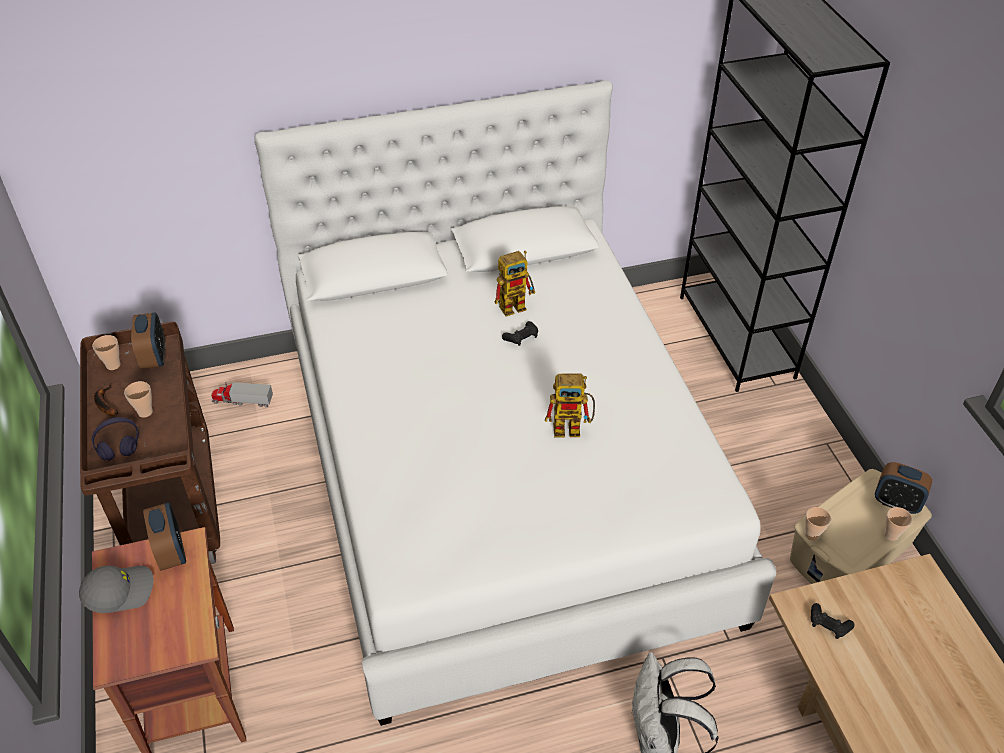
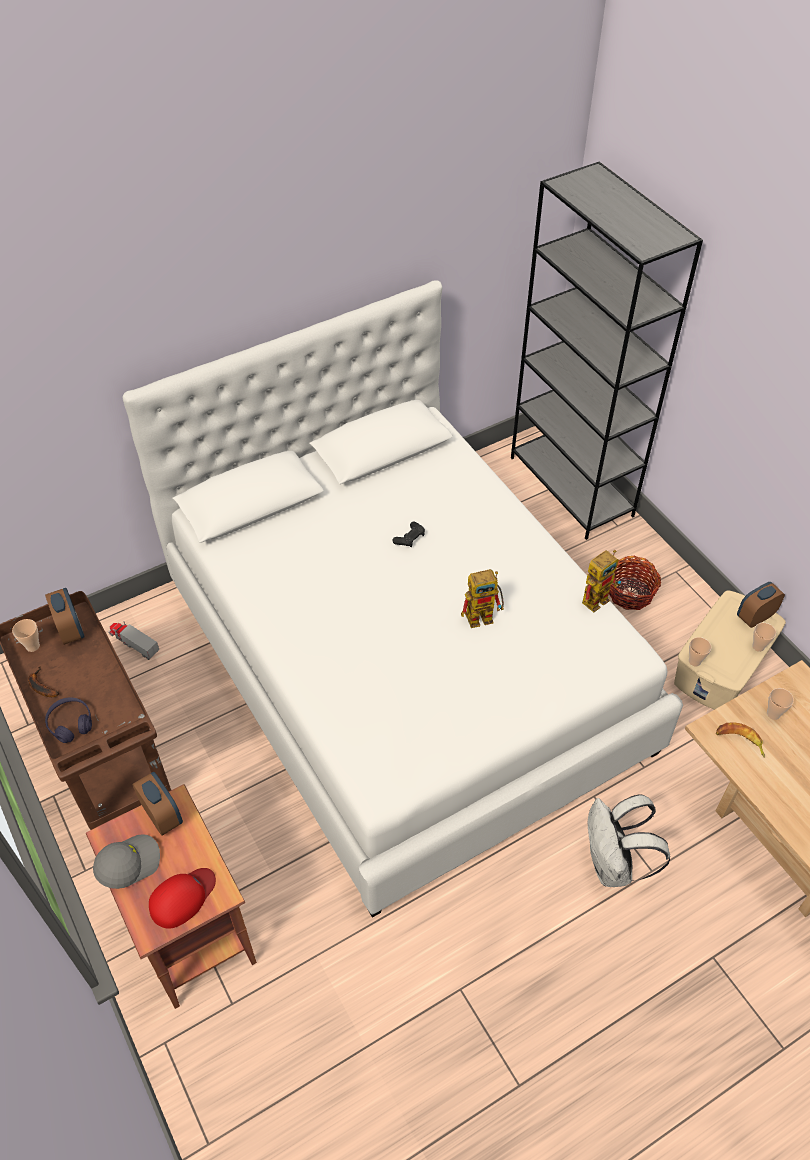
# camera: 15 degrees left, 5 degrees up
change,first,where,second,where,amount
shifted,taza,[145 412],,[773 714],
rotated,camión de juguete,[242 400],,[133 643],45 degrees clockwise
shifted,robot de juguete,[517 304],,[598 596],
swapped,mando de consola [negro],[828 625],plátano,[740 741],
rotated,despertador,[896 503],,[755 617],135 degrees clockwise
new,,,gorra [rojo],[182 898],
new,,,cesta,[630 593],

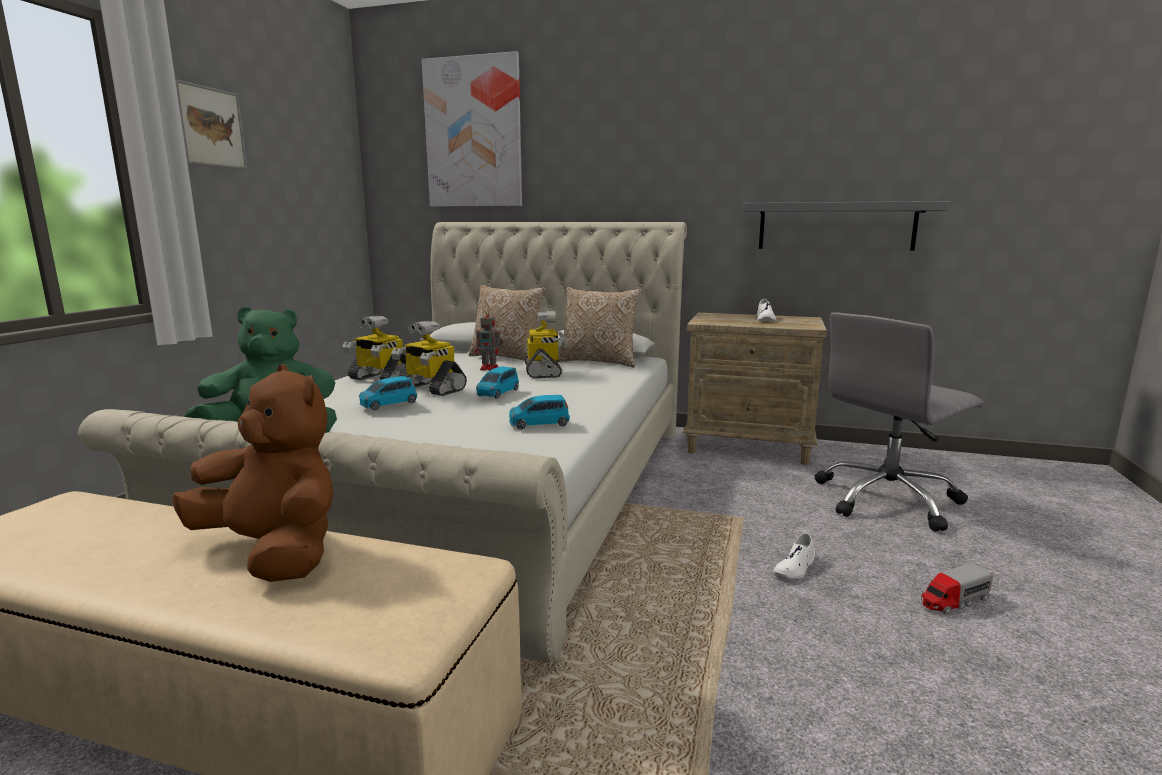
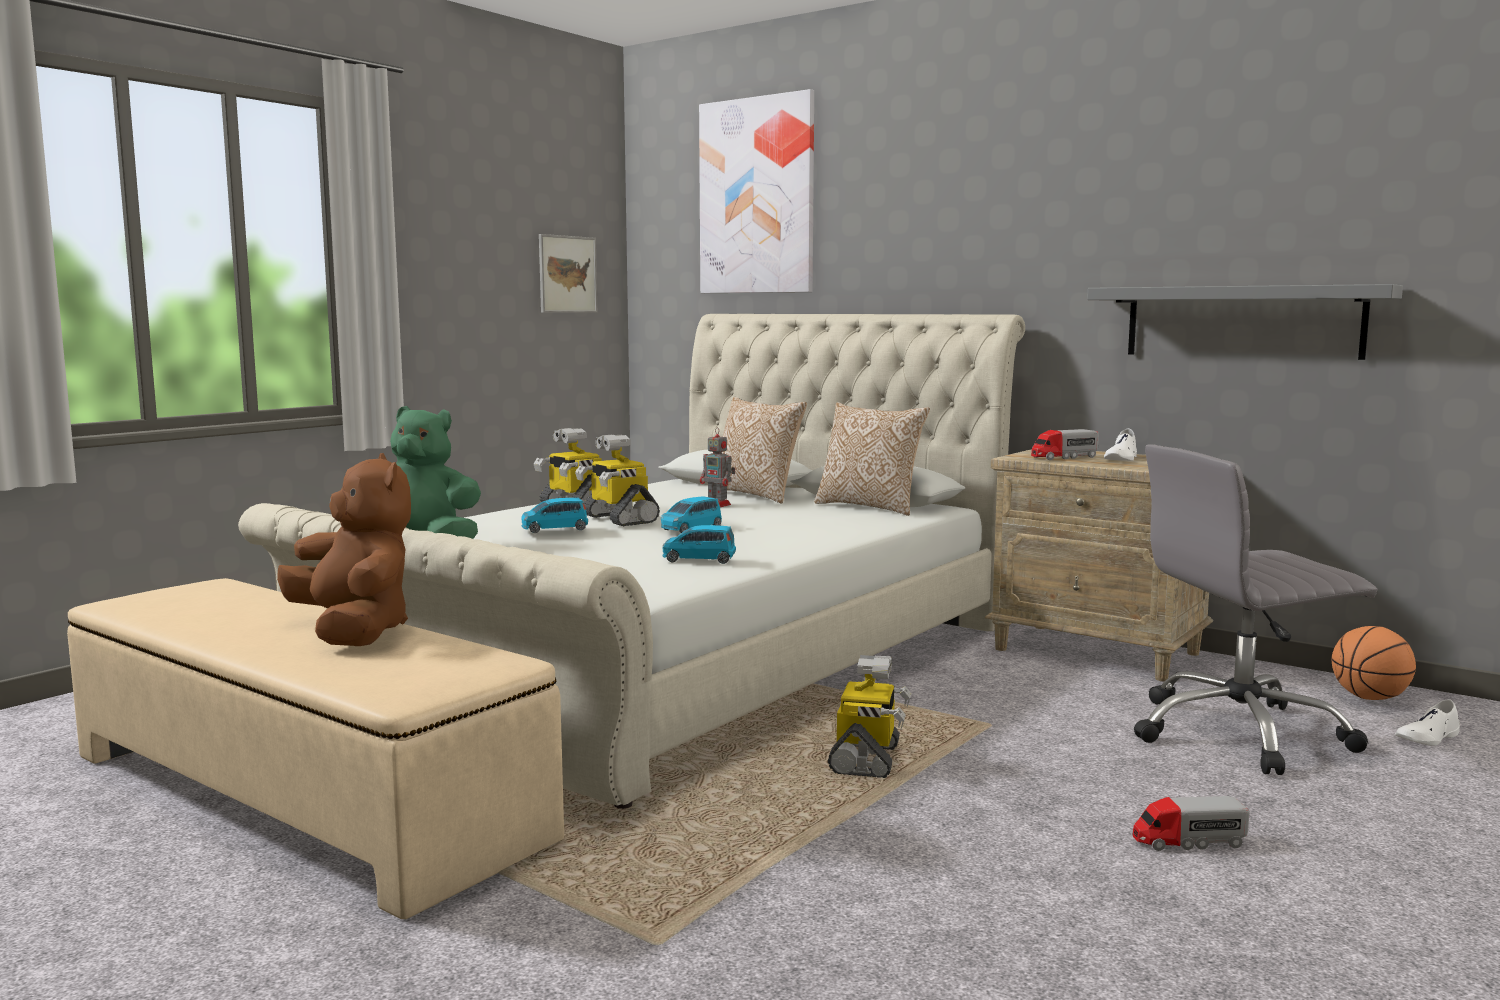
# camera: 20 degrees right, 5 degrees down
change,first,where,second,where,amount
shifted,cuadro,[211 127],,[567 274],
shifted,robot de juguete,[544 372],,[867 760],
shifted,zapato [blanco],[795 568],,[1428 737],
new,,,camión de juguete,[1063 457],
new,,,balón de baloncesto,[1369 698],

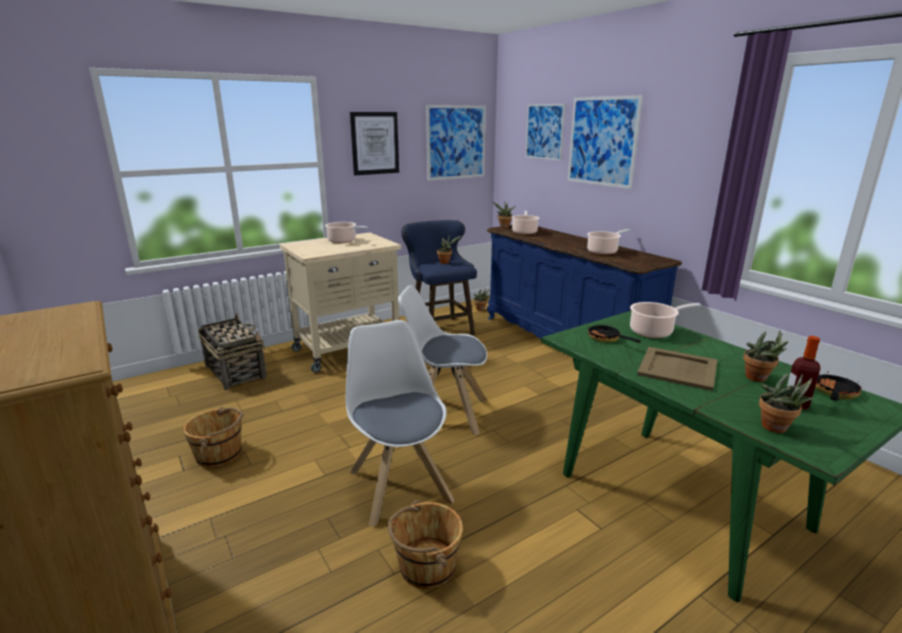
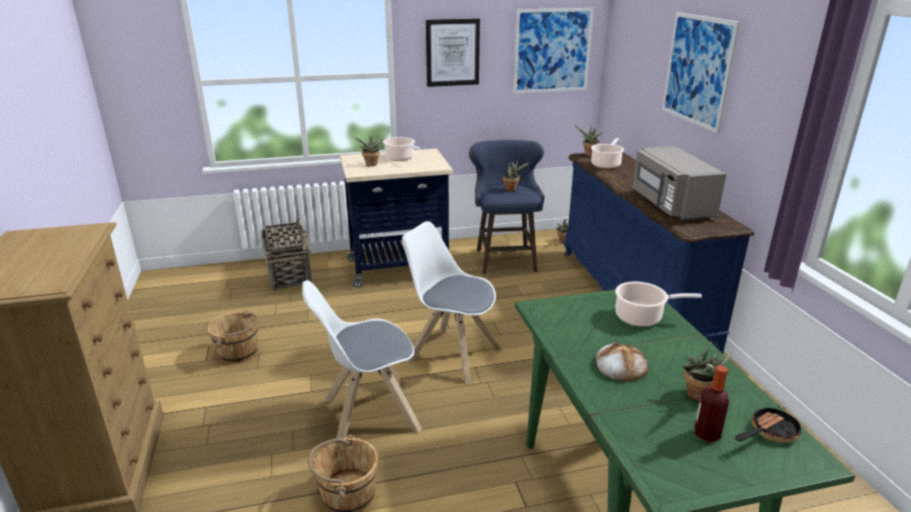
# camera: 20 degrees right, 5 degrees up
change,first,where,second,where,amount
repainted,carrito [beis],[347 350],carrito [azul],[398 268],
rotated,silla,[399 484],,[367 415],105 degrees counterclockwise
gone,cuadro,[544 132],,,
swapped,olla,[603 251],microondas [gris],[670 204],
gone,sartén,[607 339],,,
swapped,bandeja [beis],[677 368],pan,[620 365],
shifted,planta en maceta,[776 429],,[371 165],

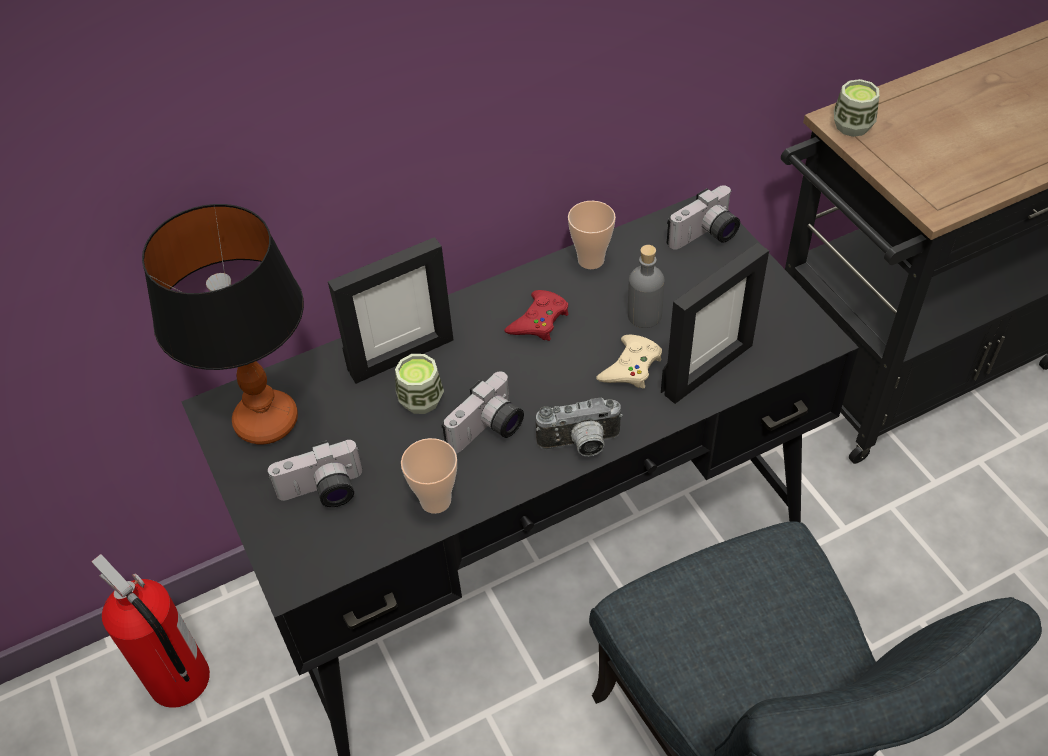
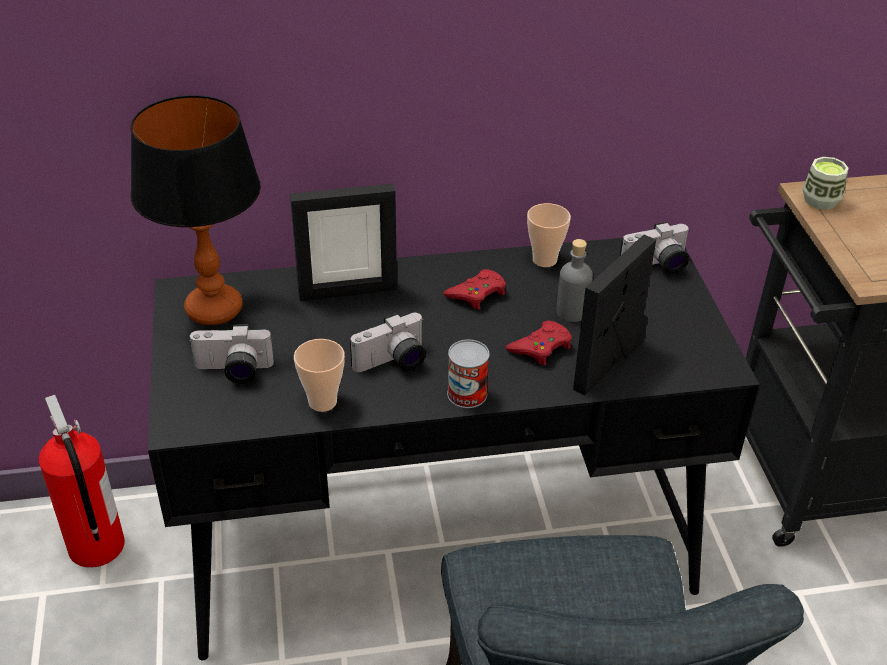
# camera: 15 degrees right, 10 degrees down
change,first,where,second,where,amount
gone,taza,[421 400],,,
swapped,cámara,[580 445],lata,[467 394],
repainted,mando de consola [beis],[631 367],mando de consola [rojo],[541 347],
rotated,portarretratos,[707 368],,[609 365],150 degrees clockwise

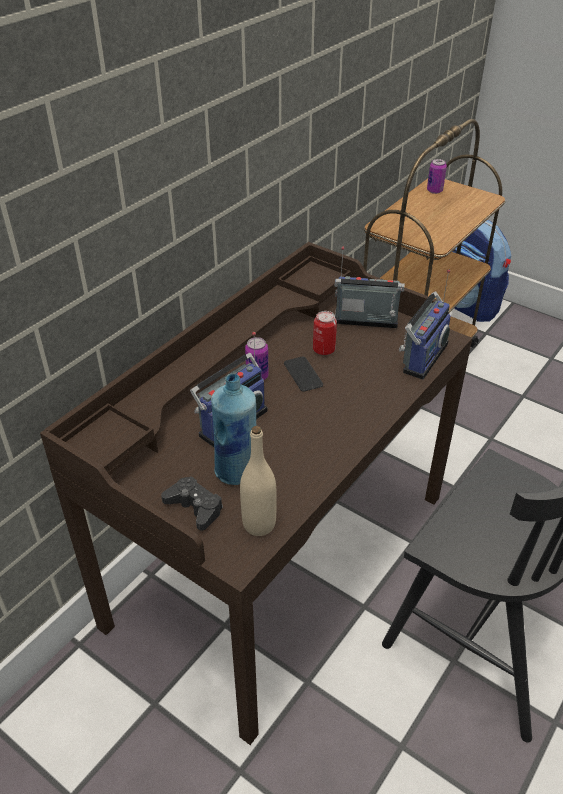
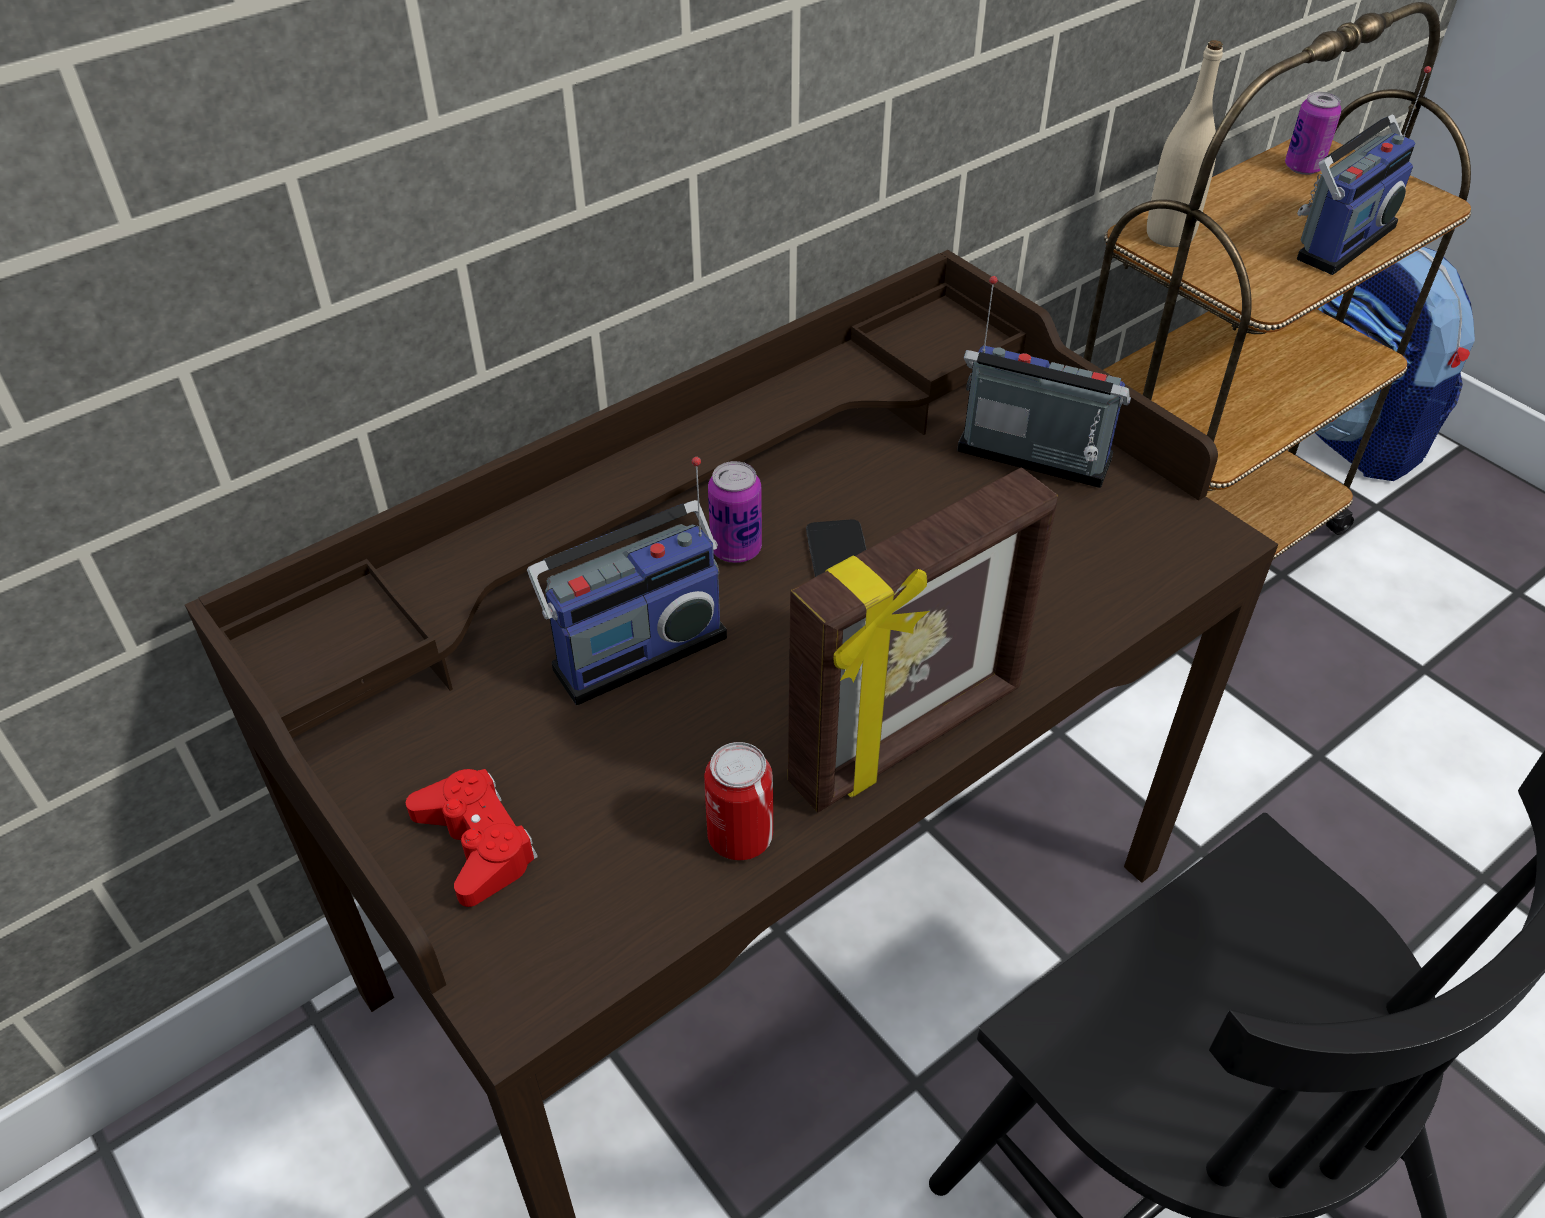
# camera: 15 degrees right, 5 degrees up
change,first,where,second,where,amount
repainted,mando de consola [negro],[194 507],mando de consola [rojo],[476 843],
gone,botella [azul],[236 472],,,
shifted,botella [beis],[259 524],,[1169 235],
shifted,lata,[324 350],,[740 836],
shifted,radio,[421 357],,[1339 240],
new,,,portarretratos,[910 738],

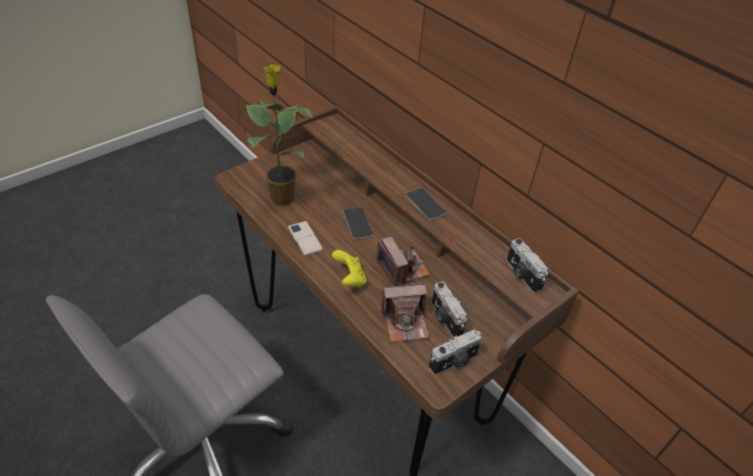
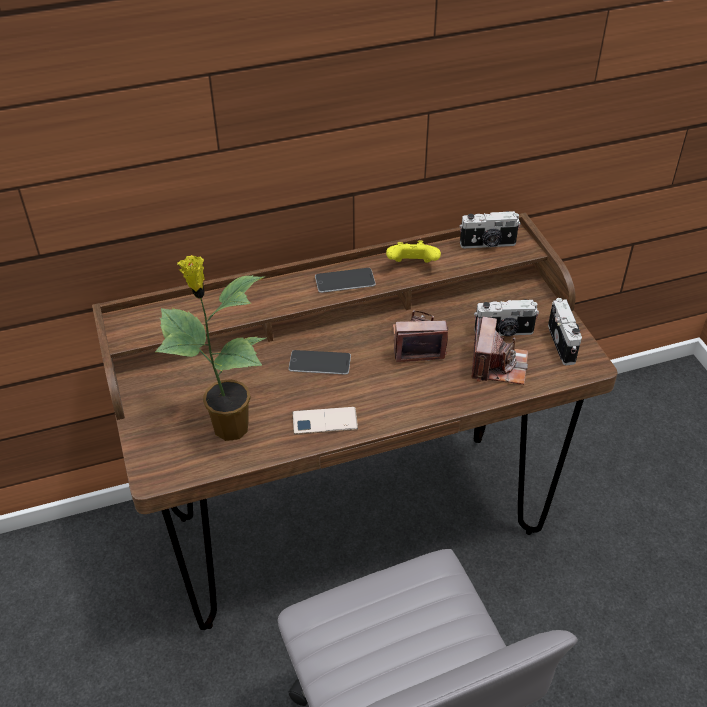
# camera: 65 degrees left, 0 degrees up
change,first,where,second,where,amount
shifted,mando de consola [amarillo],[349 279],,[412 266],

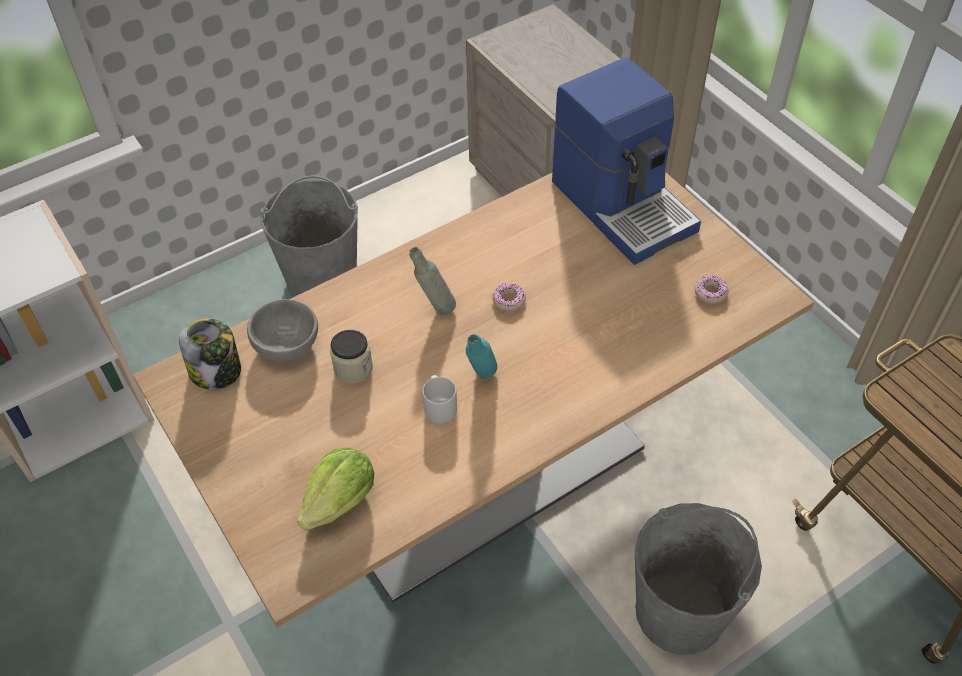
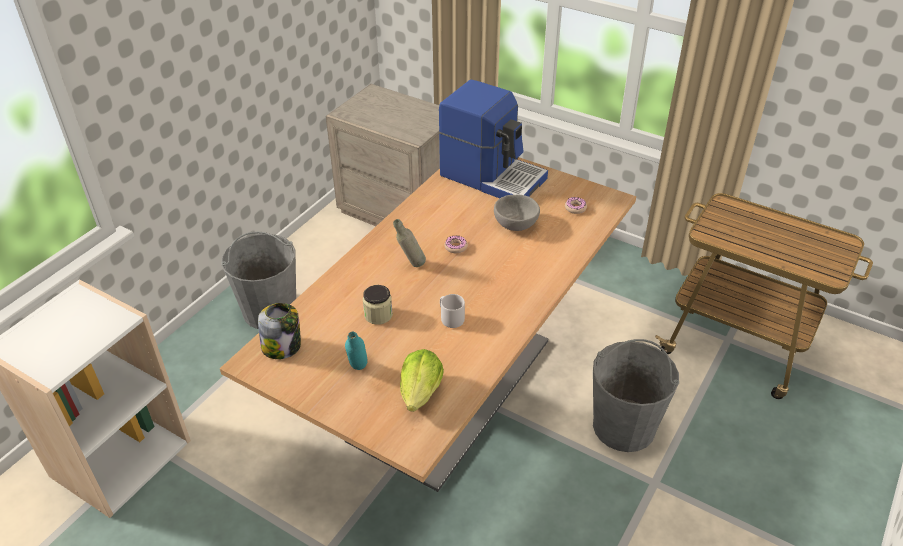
# camera: 25 degrees left, 10 degrees down
change,first,where,second,where,amount
shifted,cuenco [gris],[285 345],,[514 224],
shifted,botella [turquesa],[481 379],,[358 371],

